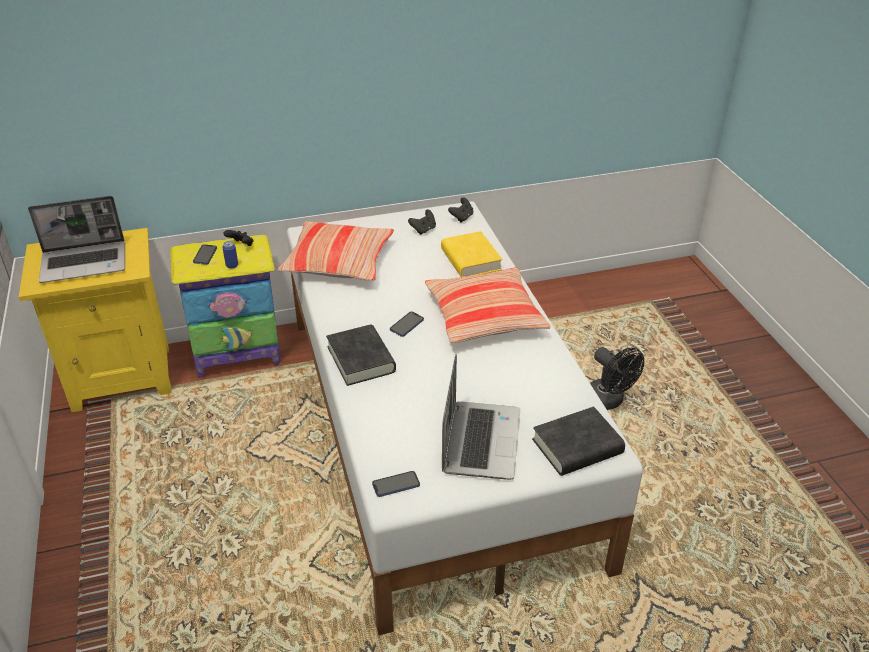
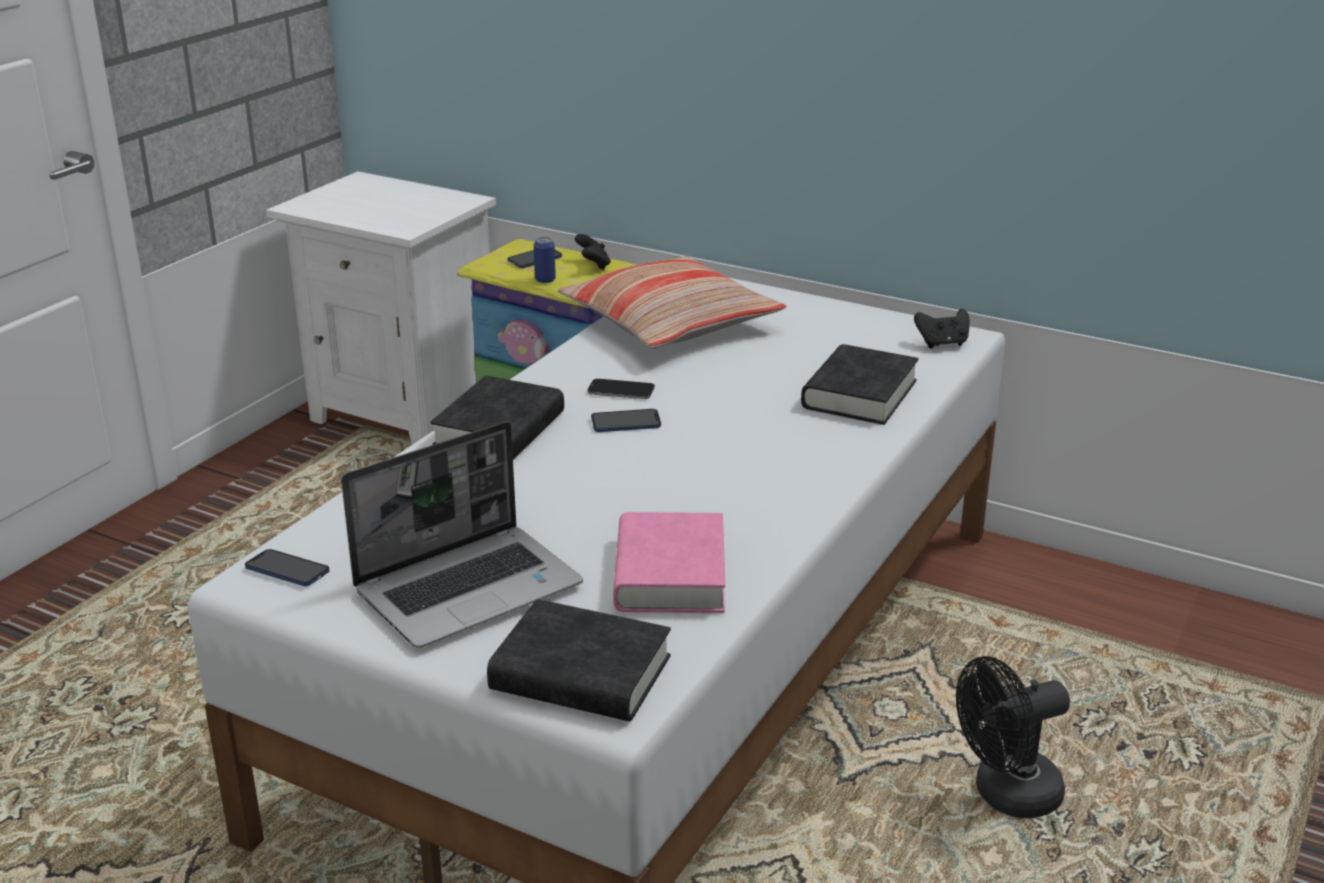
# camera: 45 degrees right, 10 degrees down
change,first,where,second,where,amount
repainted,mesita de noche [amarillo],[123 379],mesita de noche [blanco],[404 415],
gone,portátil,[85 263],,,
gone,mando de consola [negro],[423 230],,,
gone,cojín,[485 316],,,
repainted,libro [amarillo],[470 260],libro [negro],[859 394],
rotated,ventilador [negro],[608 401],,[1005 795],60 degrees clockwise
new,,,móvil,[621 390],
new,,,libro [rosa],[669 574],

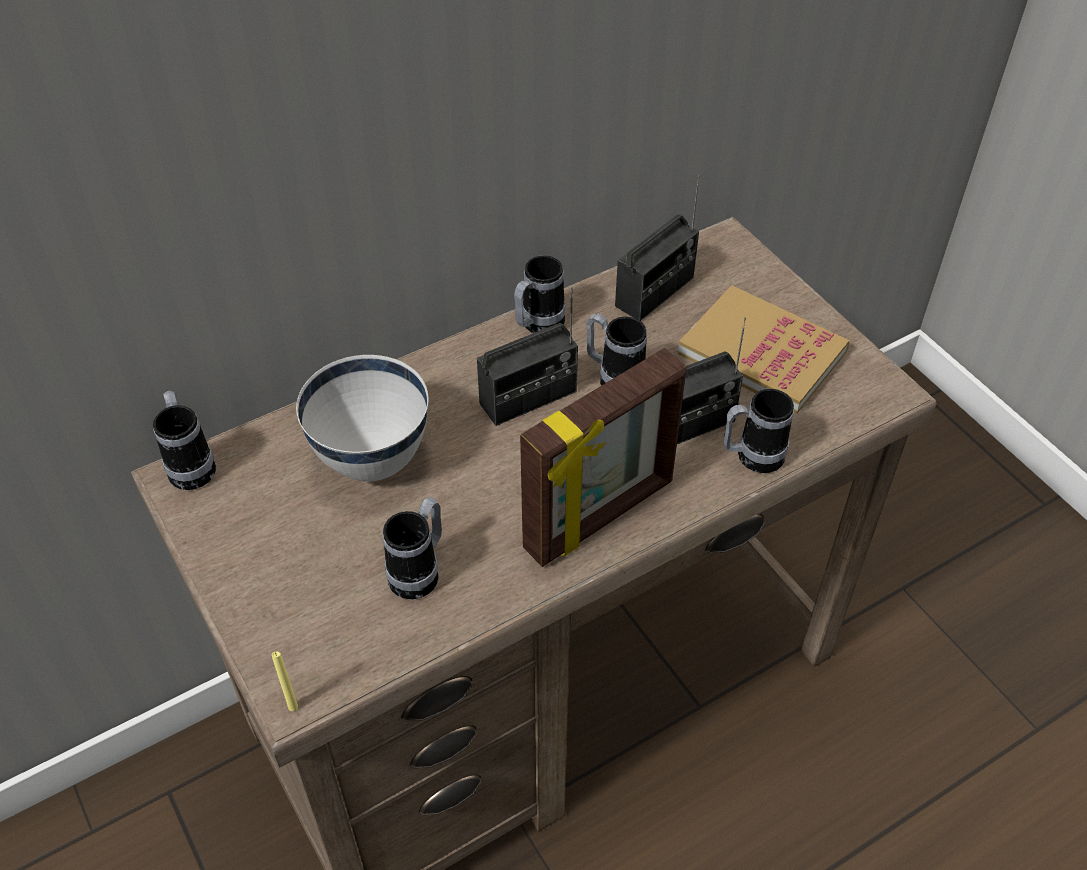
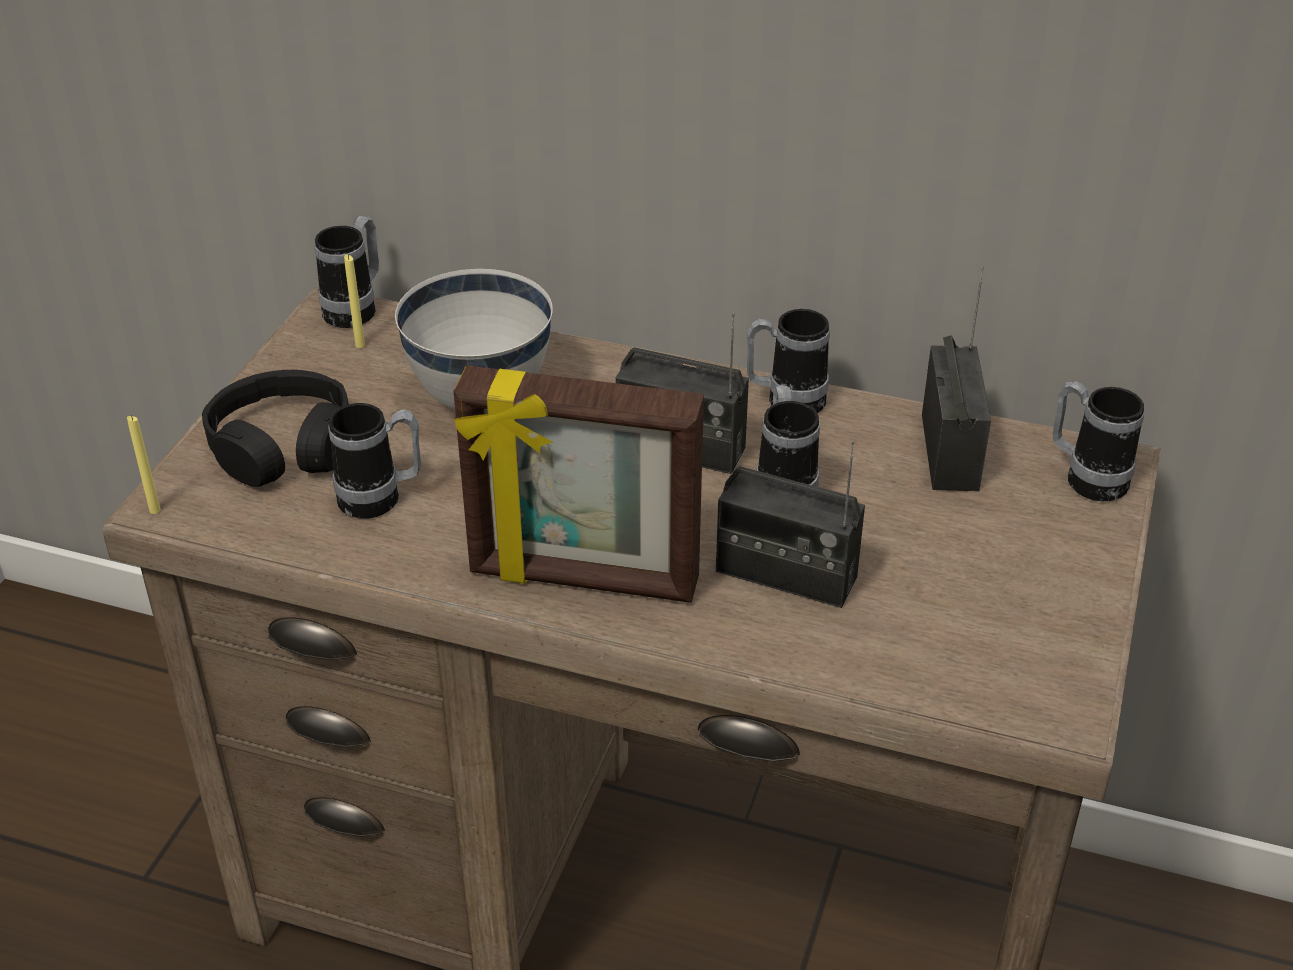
# camera: 50 degrees right, 10 degrees down
change,first,where,second,where,amount
rotated,radio,[655 292],,[950 452],90 degrees counterclockwise
gone,libro,[762 352],,,
shifted,taza grande,[751 457],,[1086 478],
new,,,auriculares [negro],[283 446],
new,,,vela [amarillo],[360 345],

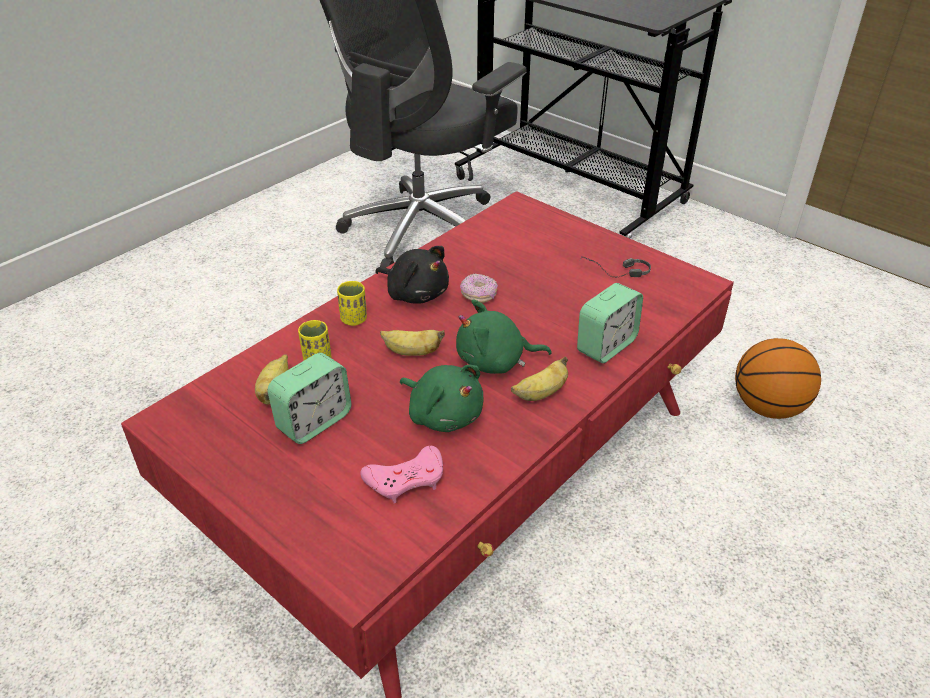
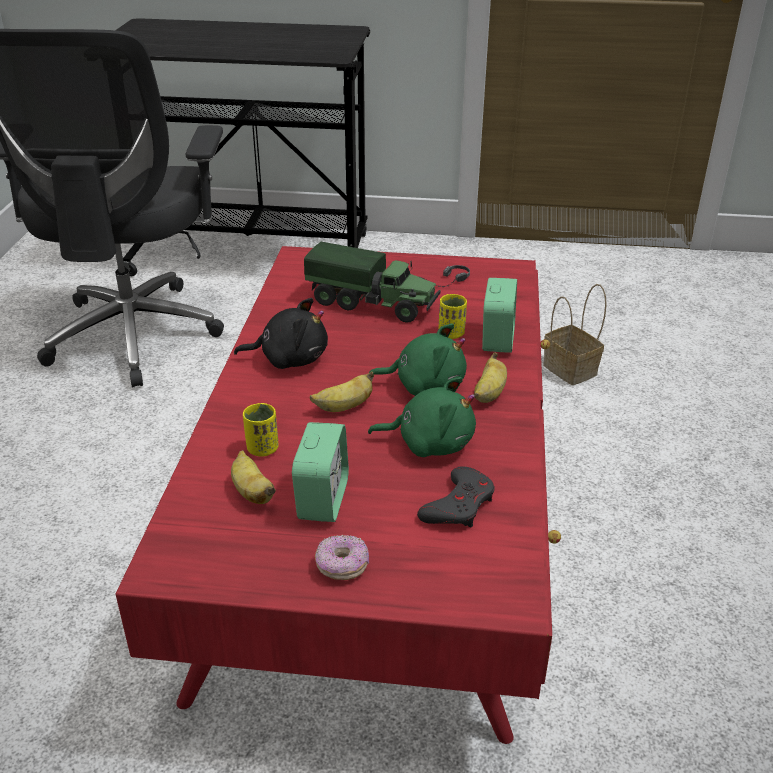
# camera: 35 degrees left, 5 degrees down
change,first,where,second,where,amount
shifted,taza [amarillo],[354 319],,[451 333],
repainted,mando de consola [rosa],[406 479],mando de consola [gris],[459 505],
rotated,peluche [verde],[495 361],,[424 385],135 degrees counterclockwise
shifted,rosquilla,[478 295],,[342 566],
swapped,balón de baloncesto,[768 407],cesta,[572 370],
new,,,camión de juguete,[372 304],

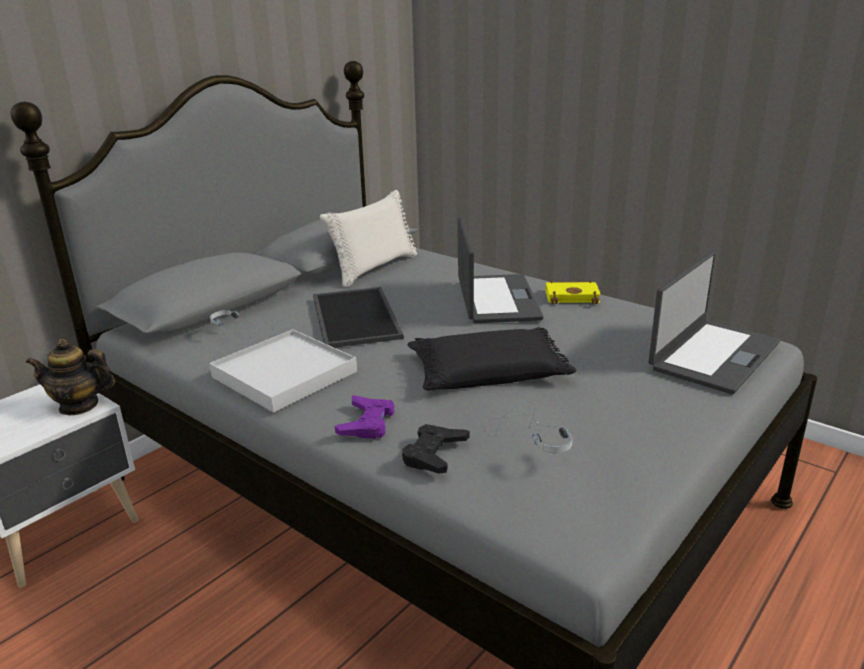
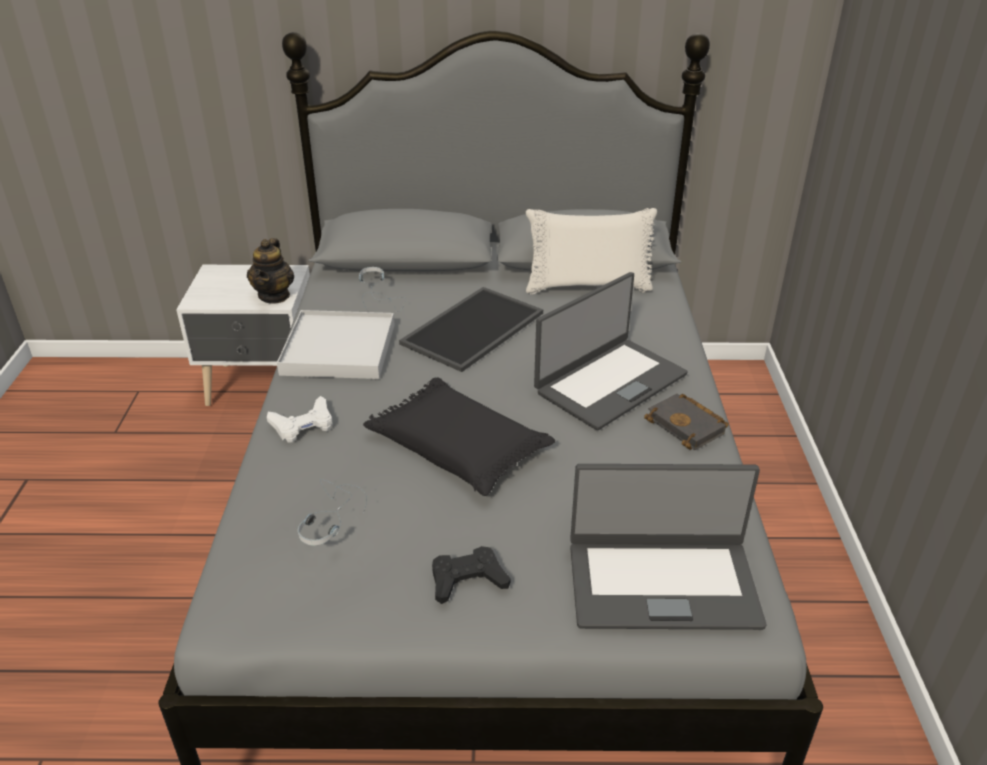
# camera: 50 degrees right, 10 degrees up
change,first,where,second,where,amount
rotated,tetera,[79 406],,[274 296],135 degrees counterclockwise
repainted,mando de consola [morado],[367 423],mando de consola [blanco],[303 425],
shifted,mando de consola [negro],[434 454],,[467 580],
repainted,libro [amarillo],[573 296],libro [negro],[688 426],

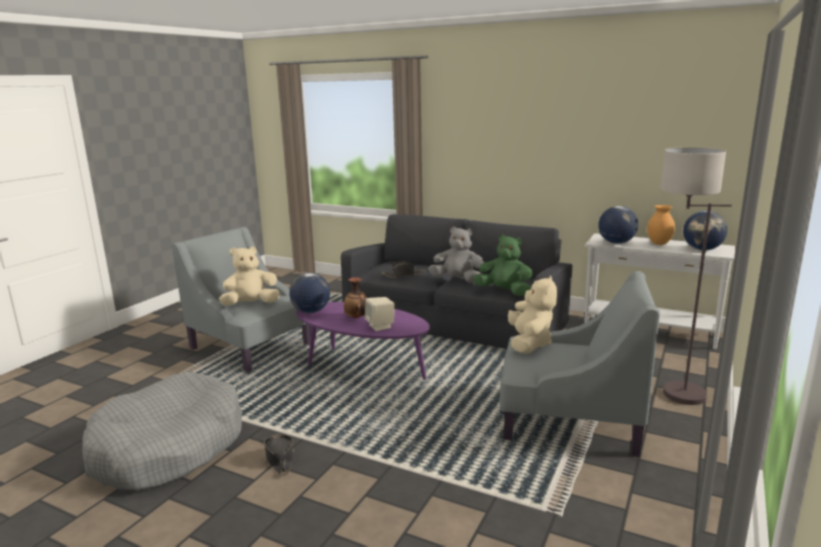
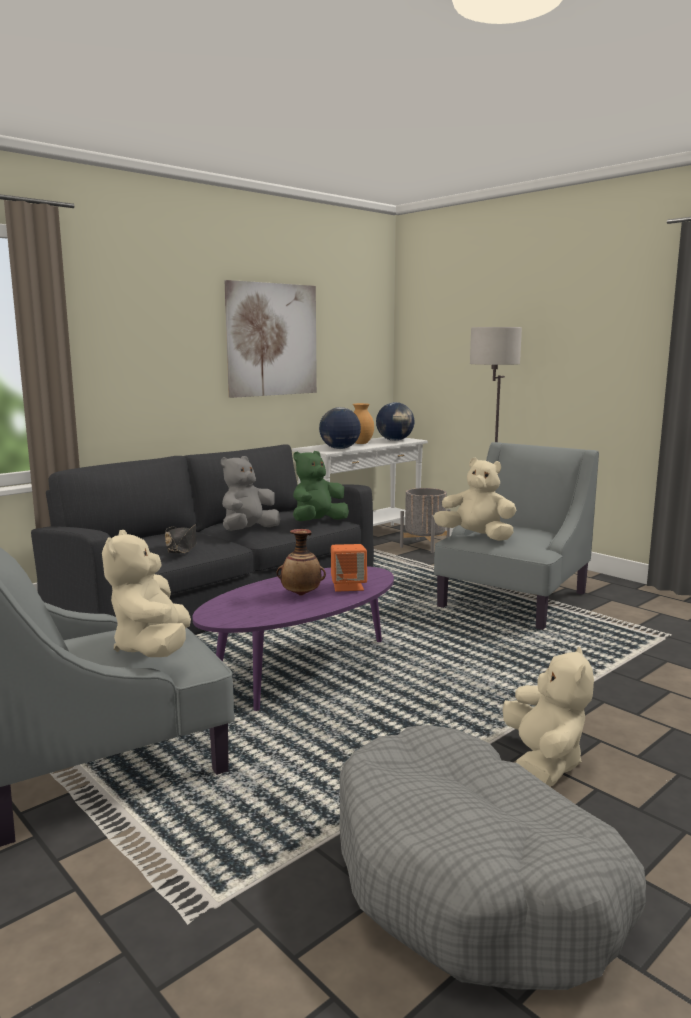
# camera: 70 degrees left, 5 degrees down
change,first,where,second,where,amount
swapped,sombrero [negro],[280 458],peluche [beis],[543 763],
gone,globo terráqueo,[311 311],,,
repainted,altavoz [beis],[380 326],altavoz [naranja],[348 586],
new,,,cuadro,[272 340],
new,,,maceta [gris],[424 546],

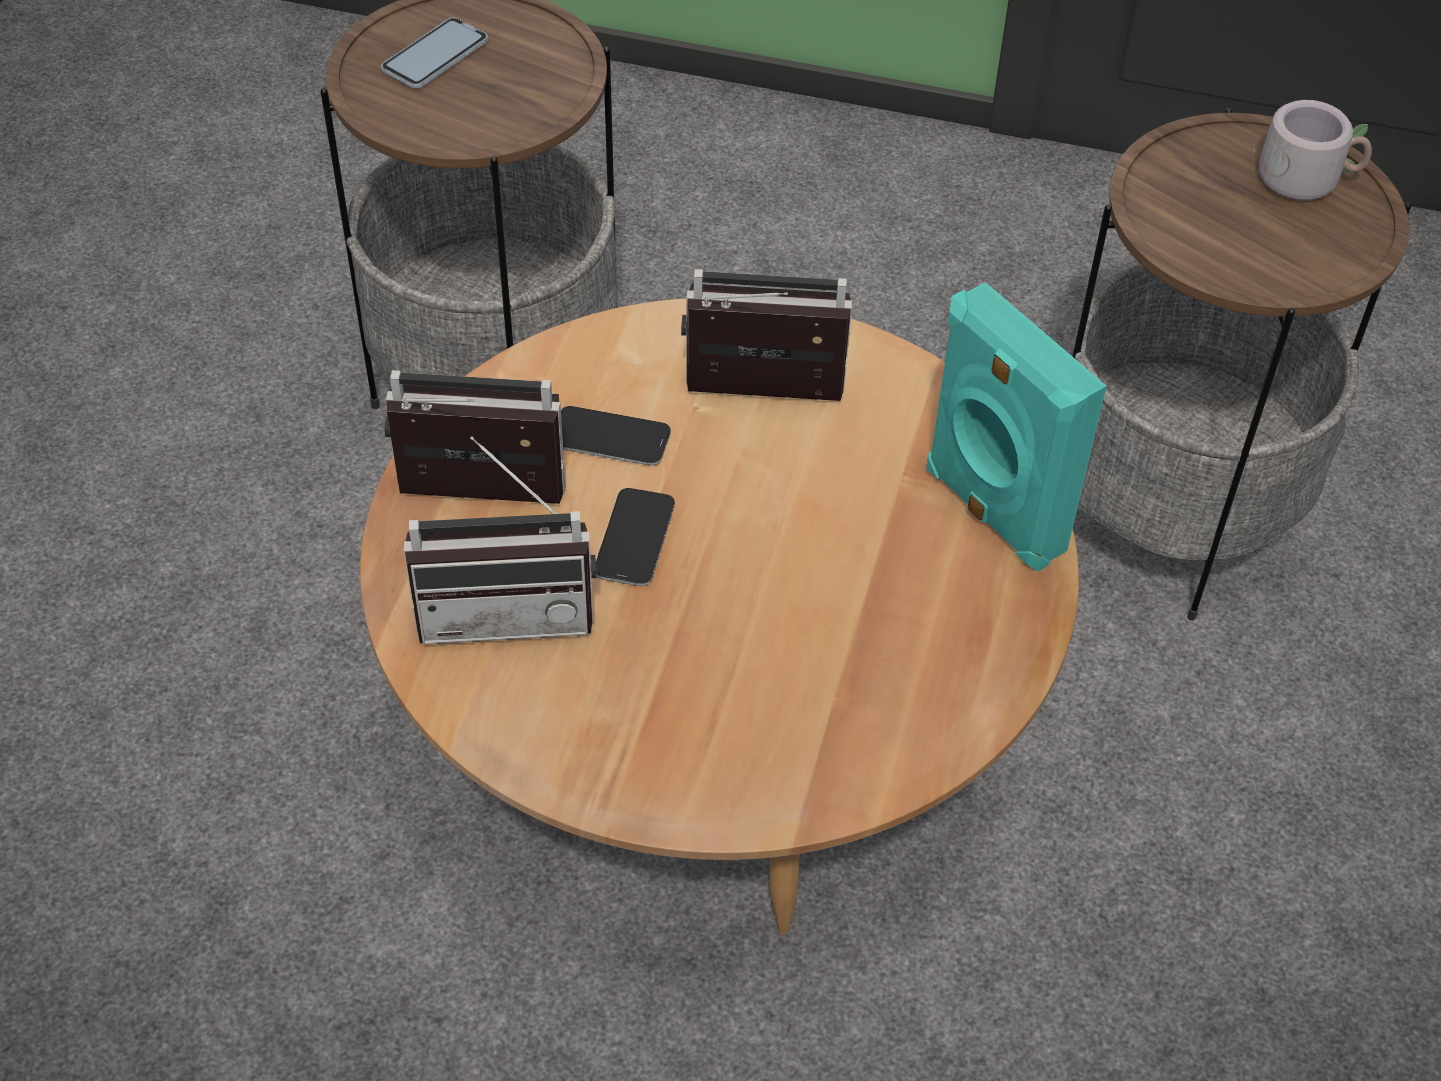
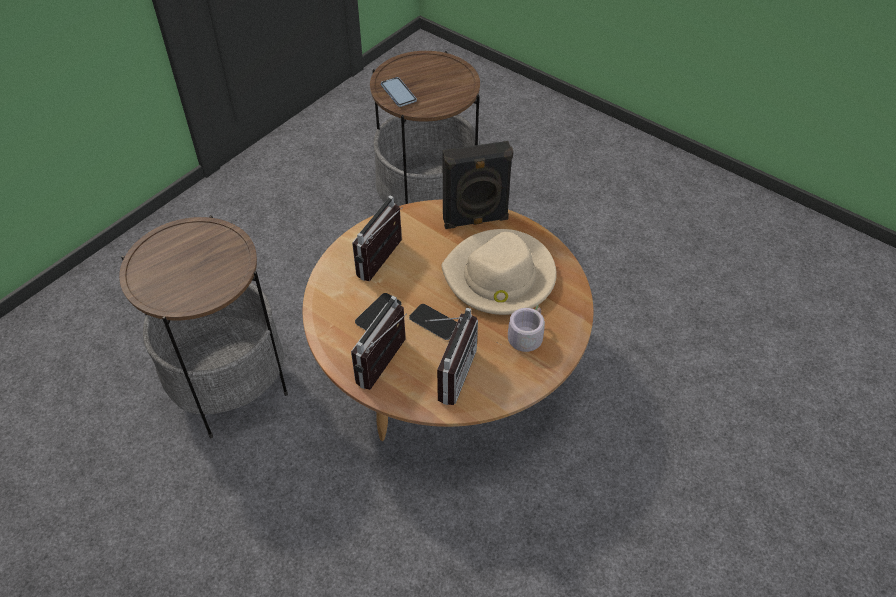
# camera: 65 degrees left, 0 degrees up
change,first,where,second,where,amount
shifted,móvil,[435 56],,[398 93],
repainted,altavoz [turquesa],[990 512],altavoz [negro],[475 221],
shifted,taza grande [gris],[1306 177],,[525 335],
new,,,sombrero [beis],[500 277],

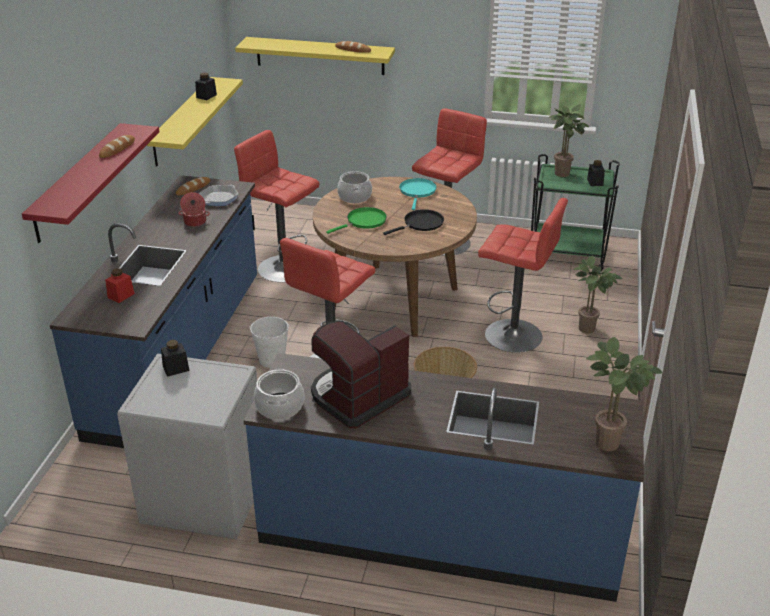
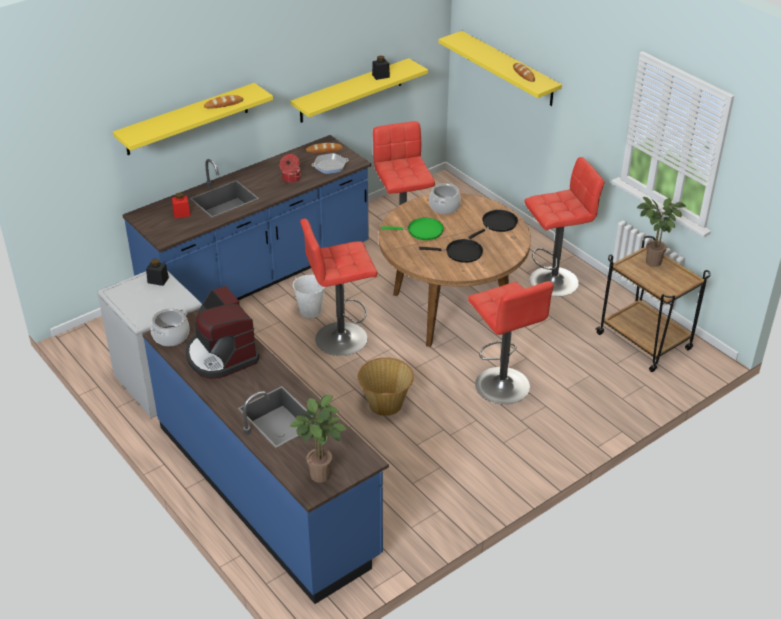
# camera: 40 degrees right, 5 degrees up
change,first,where,second,where,amount
repainted,estante [rojo],[78 182],estante [amarillo],[187 119],
rotated,cafetera,[358 396],,[221 355],120 degrees counterclockwise
repainted,sartén [turquesa],[417 192],sartén [negro],[497 224],
repainted,carrito [verde],[567 255],carrito [marrón],[644 342],
gone,planta en maceta,[589 329],,,
gone,tarro [negro],[595 182],,,

